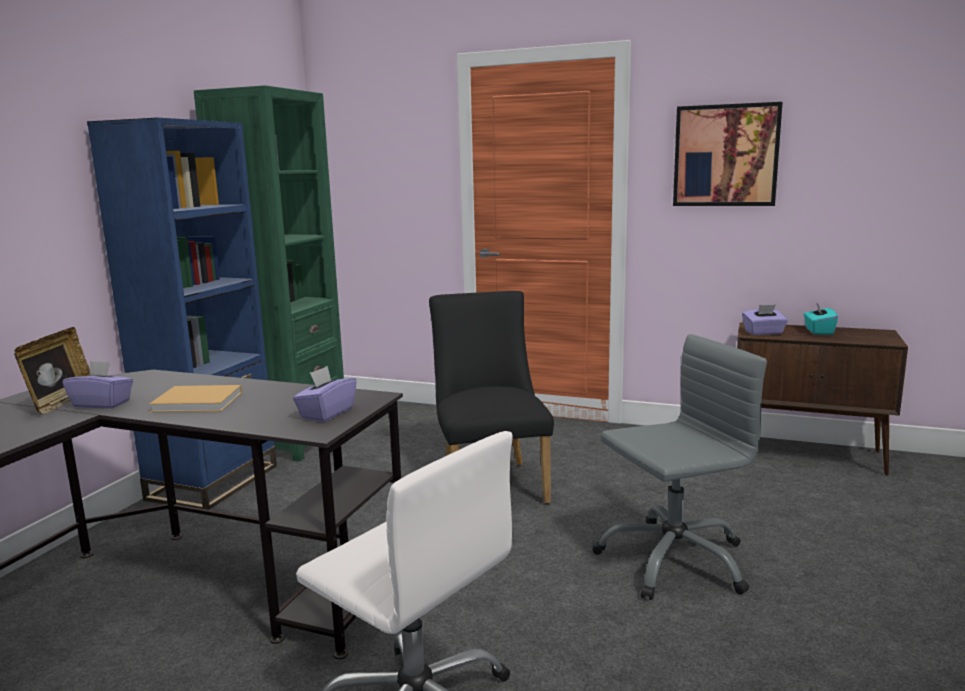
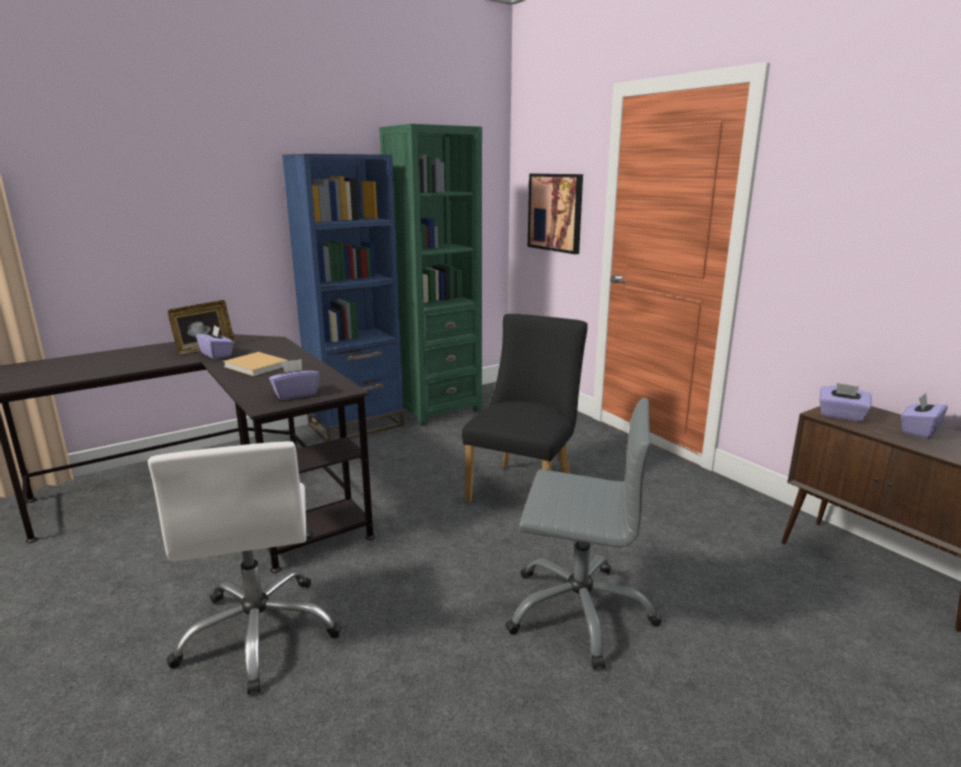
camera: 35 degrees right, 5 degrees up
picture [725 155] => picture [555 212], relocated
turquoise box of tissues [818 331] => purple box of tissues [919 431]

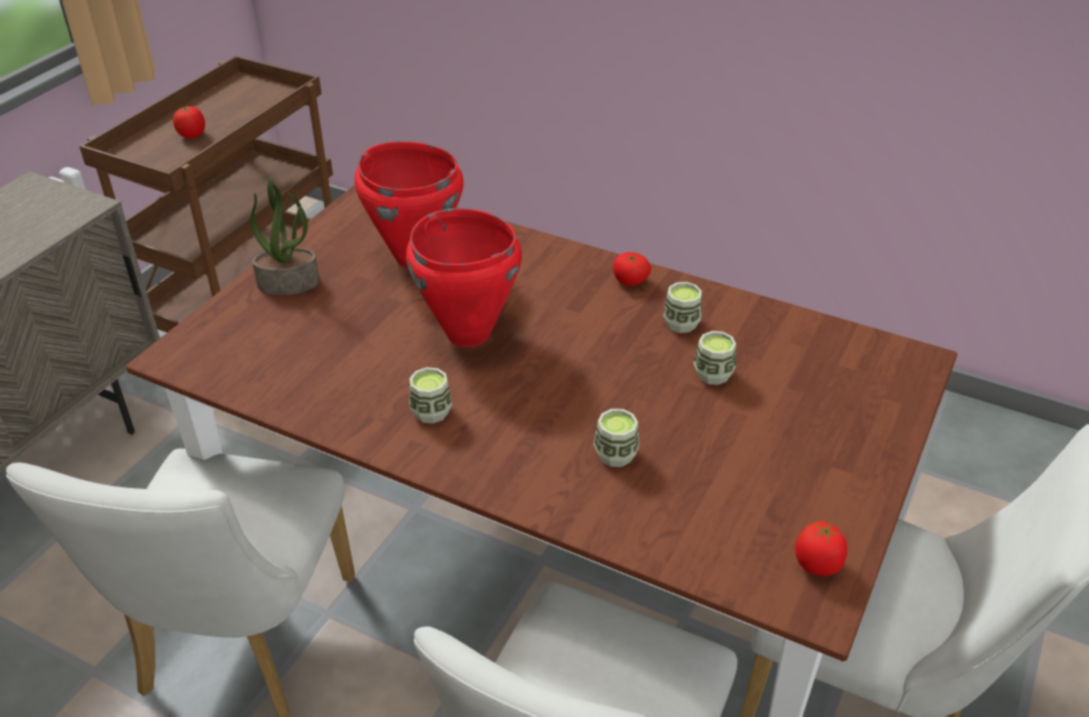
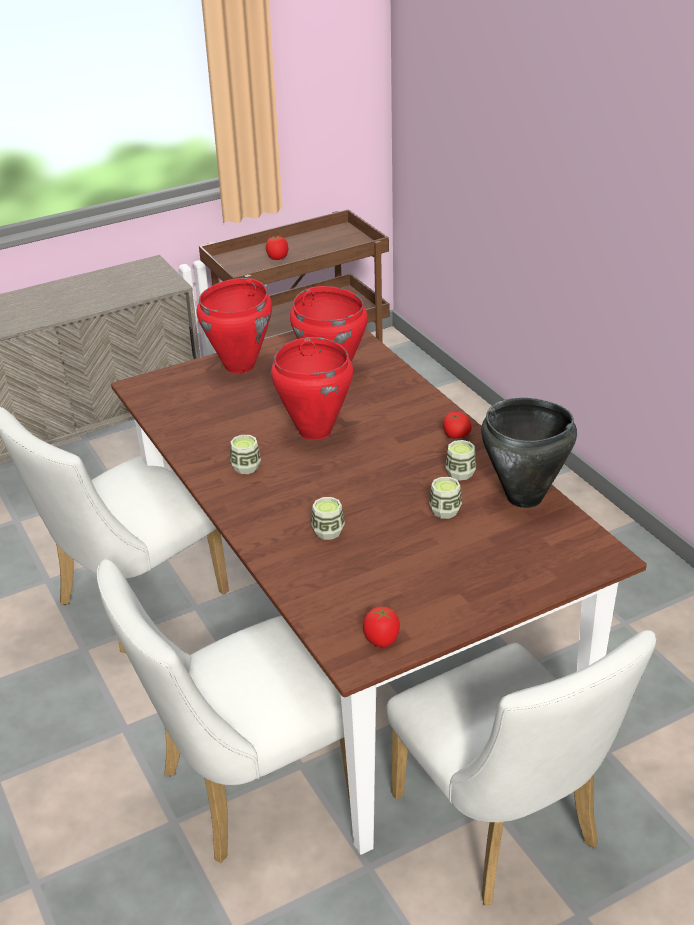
camera: 35 degrees right, 5 degrees down
potted plant [289 282] => red-coloured saucepot [240 366]
nothing => black saucepot [525 498]

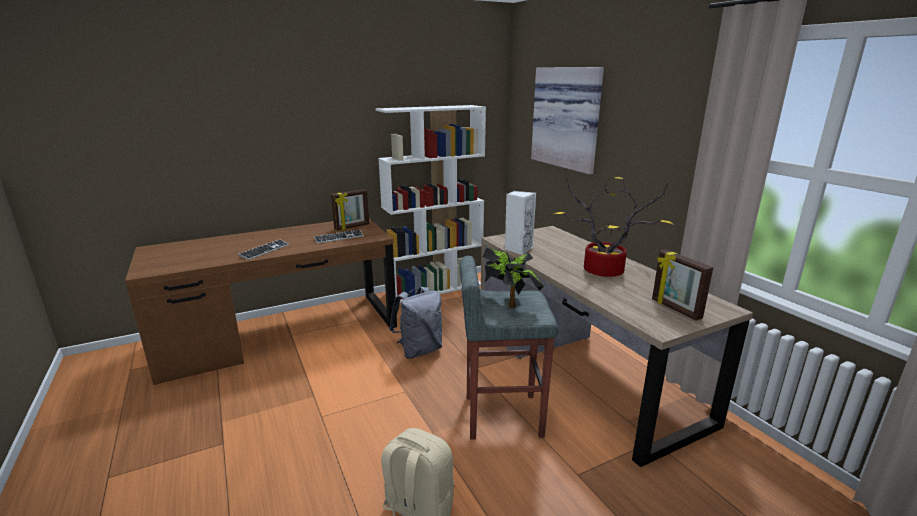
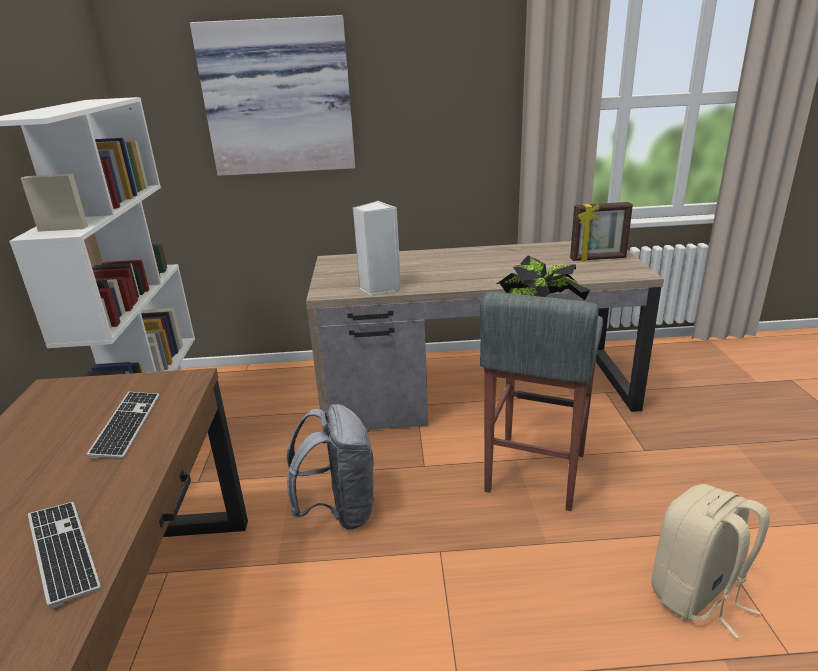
camera: 65 degrees left, 5 degrees up
potted plant [601 272] => nothing
standing frame [352 227] => nothing

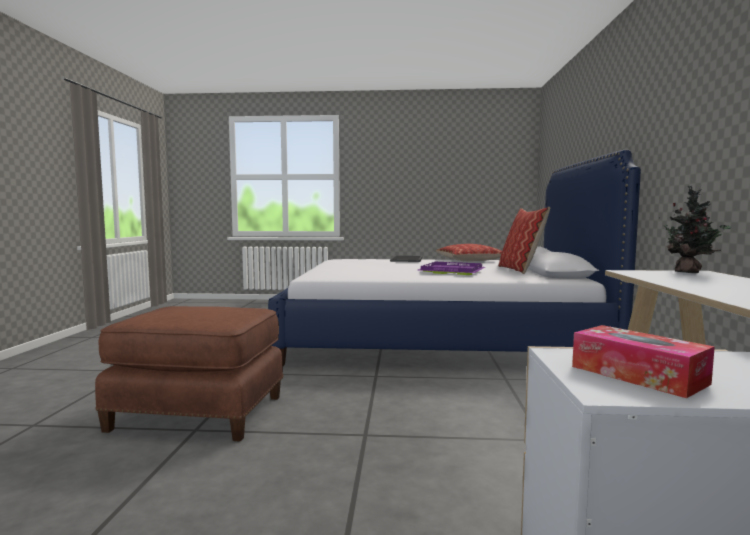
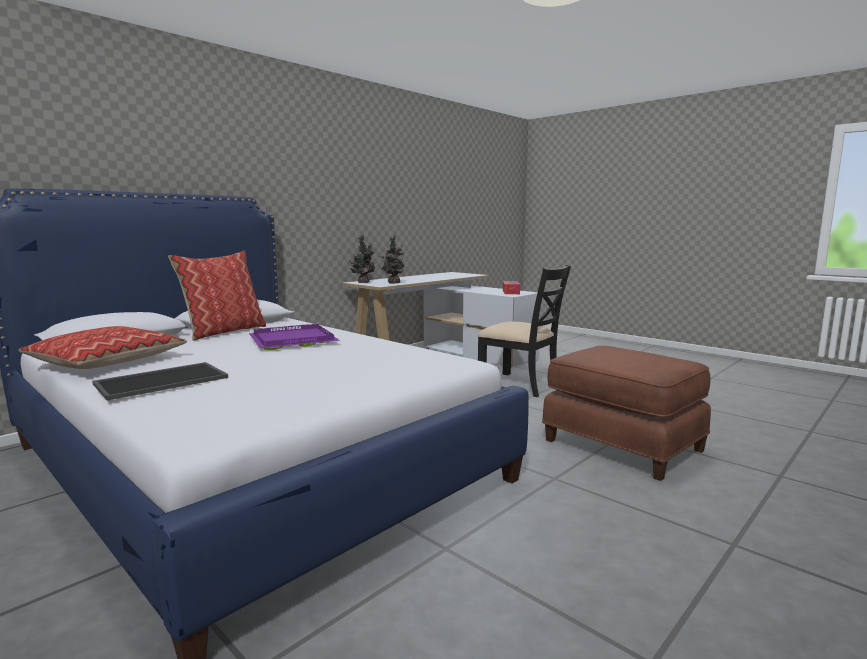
camera: 140 degrees left, 5 degrees up
nothing => potted plant [392 283]
nothing => black chair [520 384]

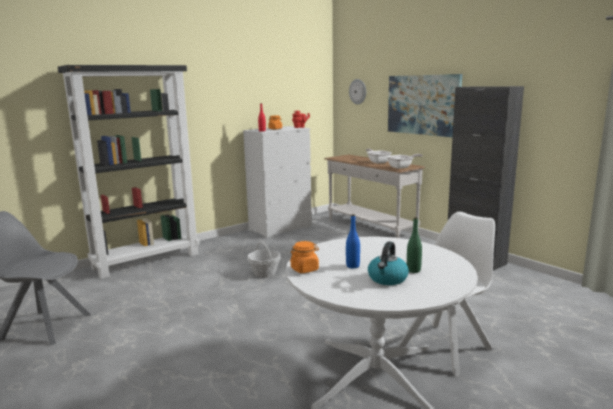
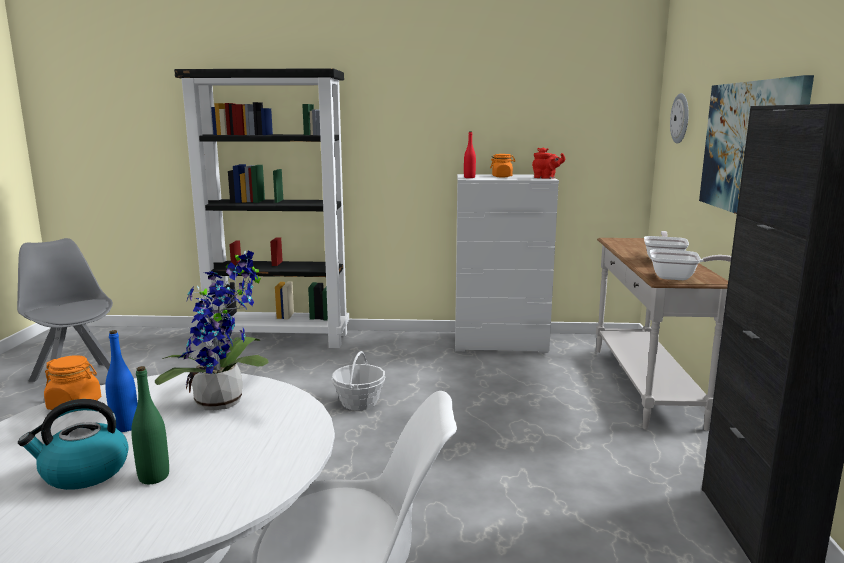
camera: 40 degrees right, 0 degrees up
nothing => potted plant [225 403]

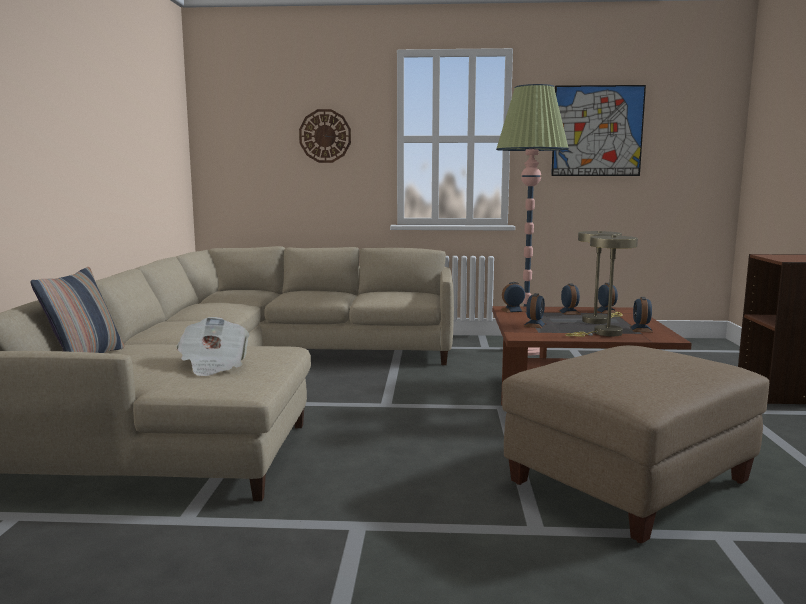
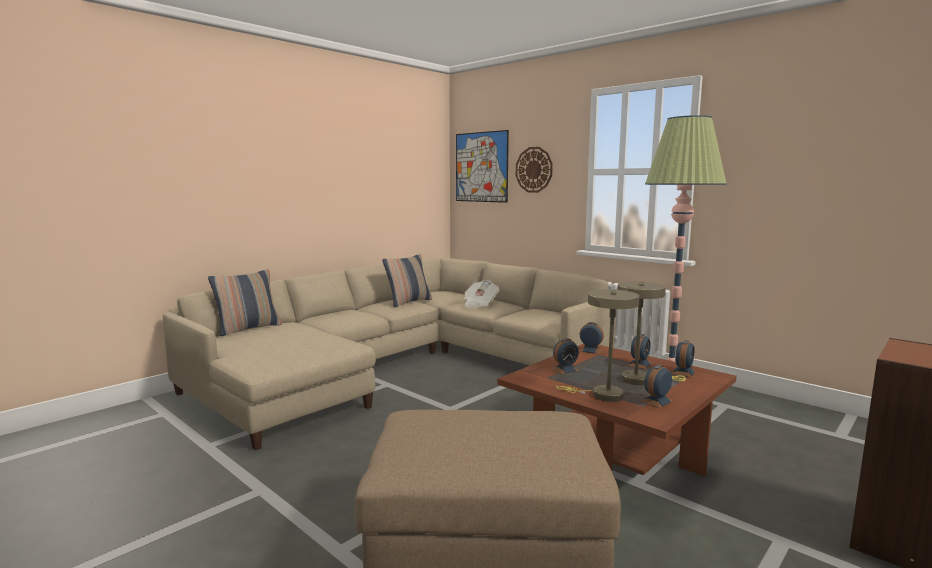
camera: 40 degrees right, 0 degrees up
picture [597 131] => picture [481 167], relocated
daily paper [214 365] => daily paper [479 304], relocated
nothing => throw pillow [408 302]

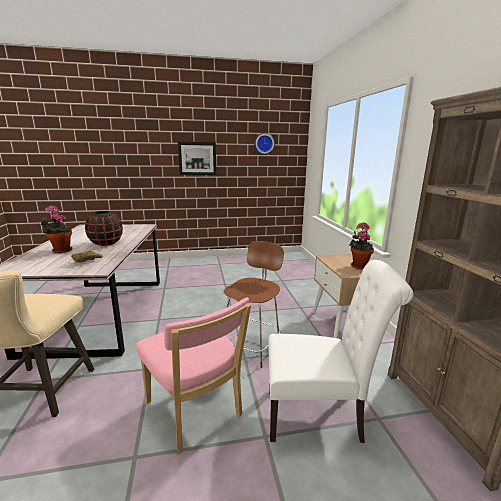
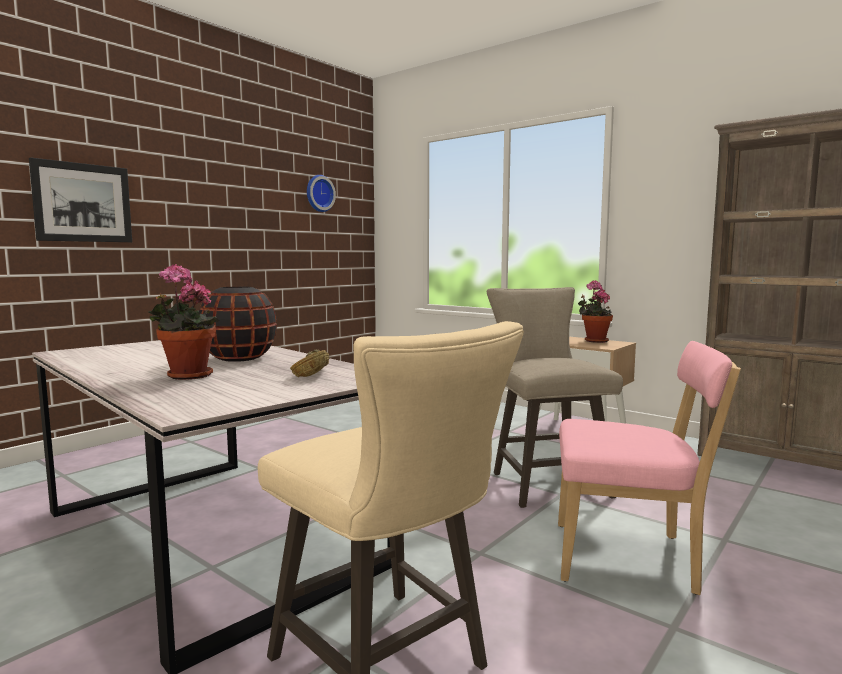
camera: 40 degrees left, 10 degrees down
picture [197 158] => picture [83 202], relocated
brown-coloured chair [252 347] => beige-coloured stool seat [545 482]
white chair [319 416] => nothing

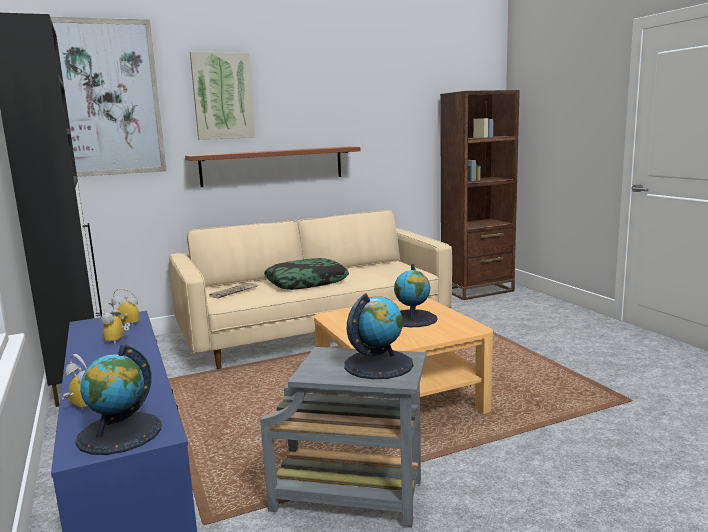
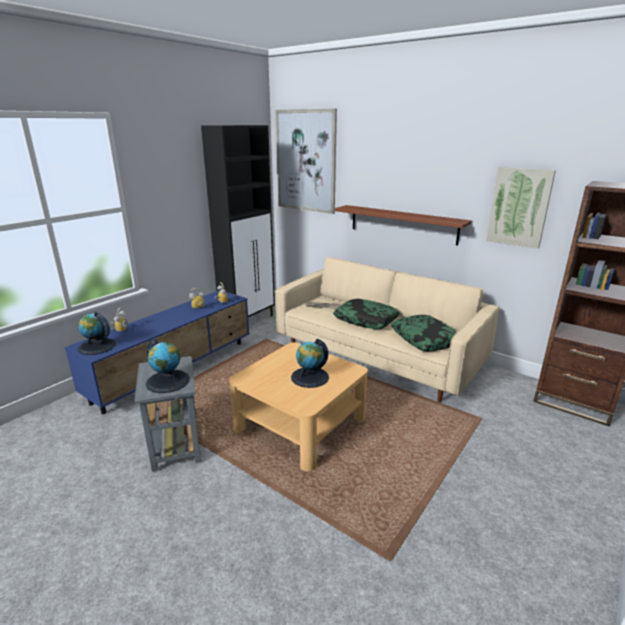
camera: 60 degrees right, 10 degrees up
picture [223 96] => picture [519 207], relocated
nothing => throw pillow [425 339]

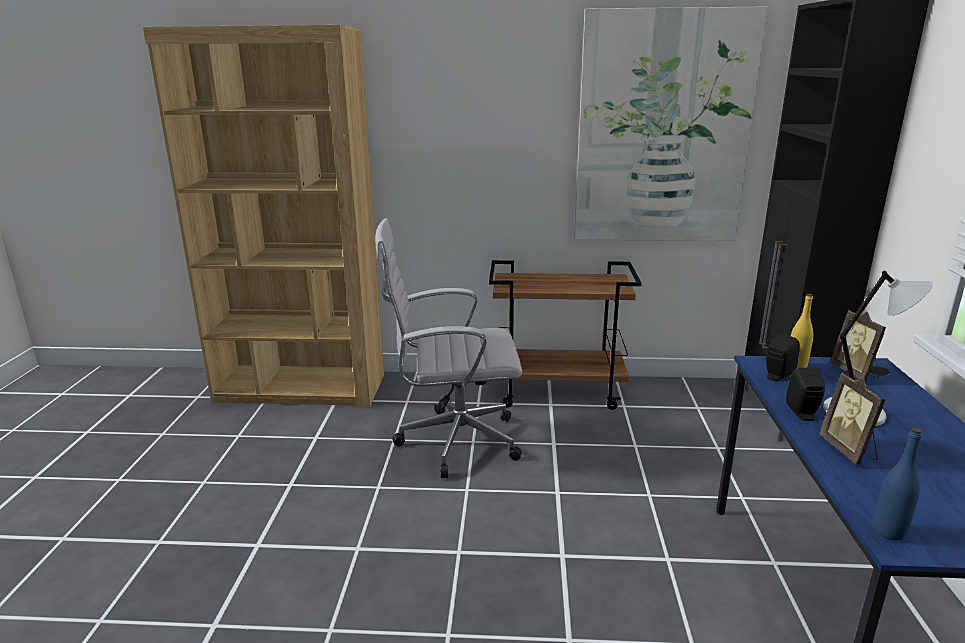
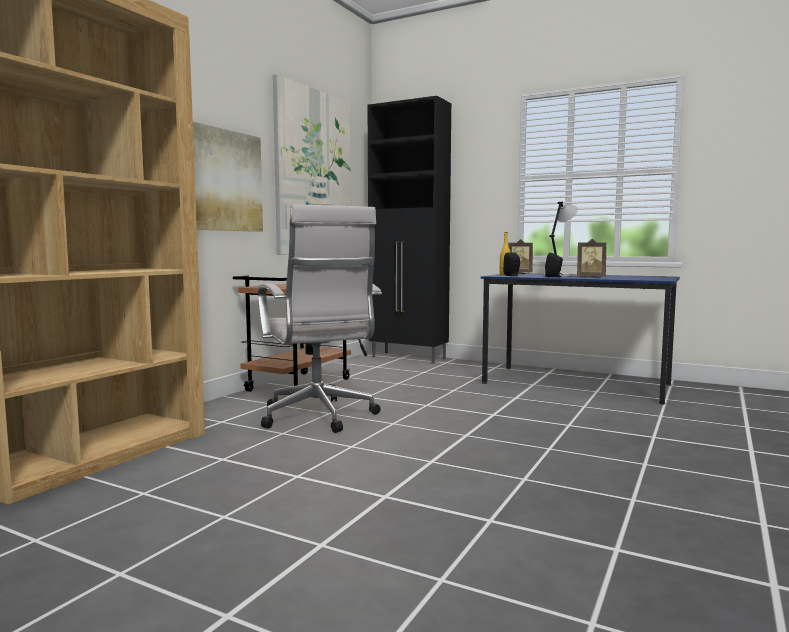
camera: 65 degrees left, 15 degrees down
white desk chair [453 441] => white desk chair [319 417], 45 degrees counterclockwise
blue beverage bottle [889 532] => nothing
nothing => picture [223 180]

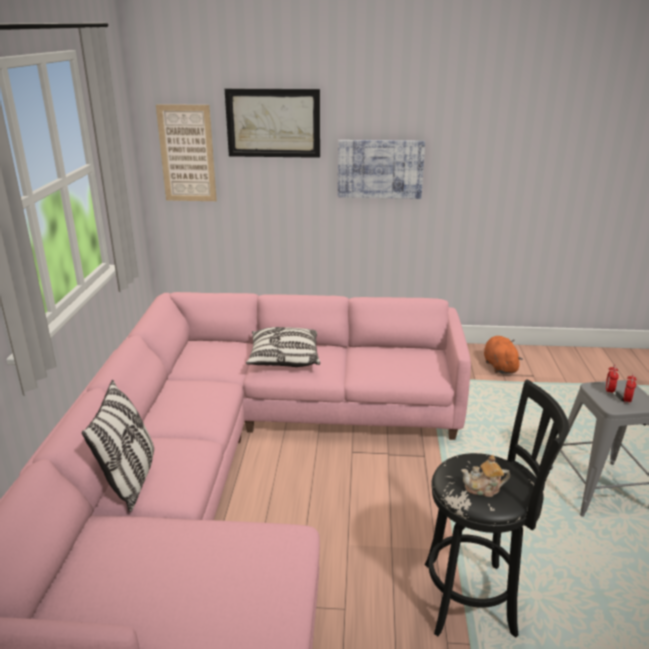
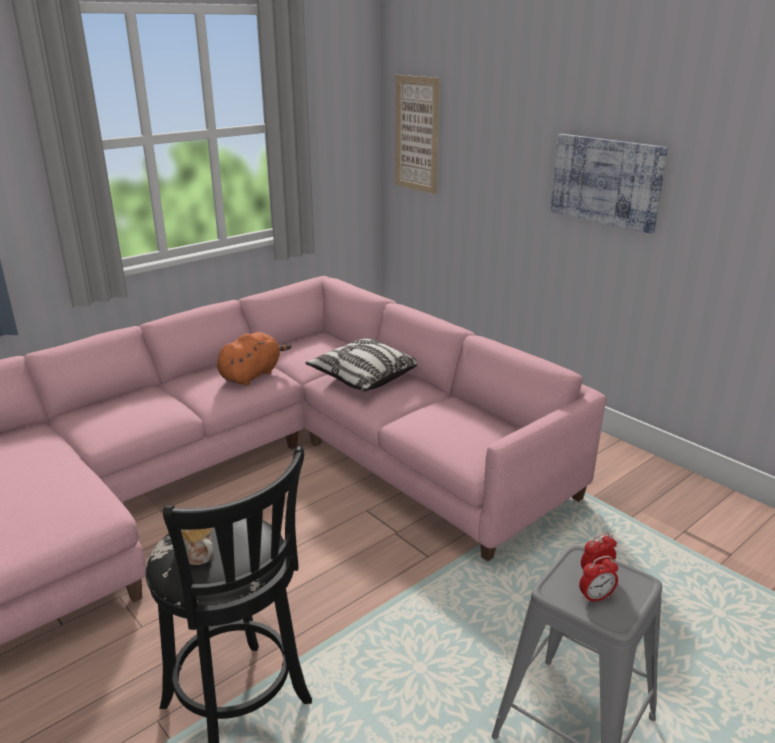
camera: 45 degrees right, 0 degrees up
picture [273 123] => nothing
orange-coloured soft toy [499 366] => orange-coloured soft toy [252 375], relocated
throw pillow [130 479] => nothing

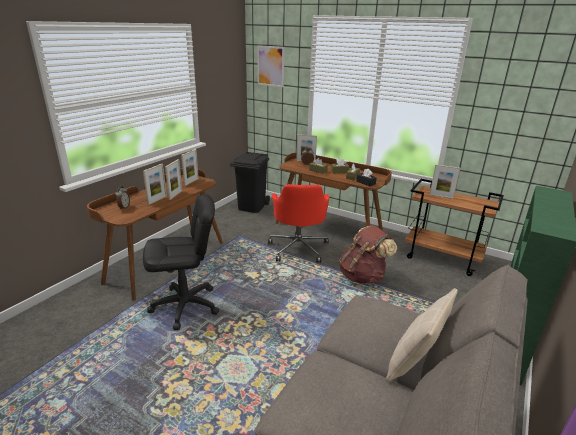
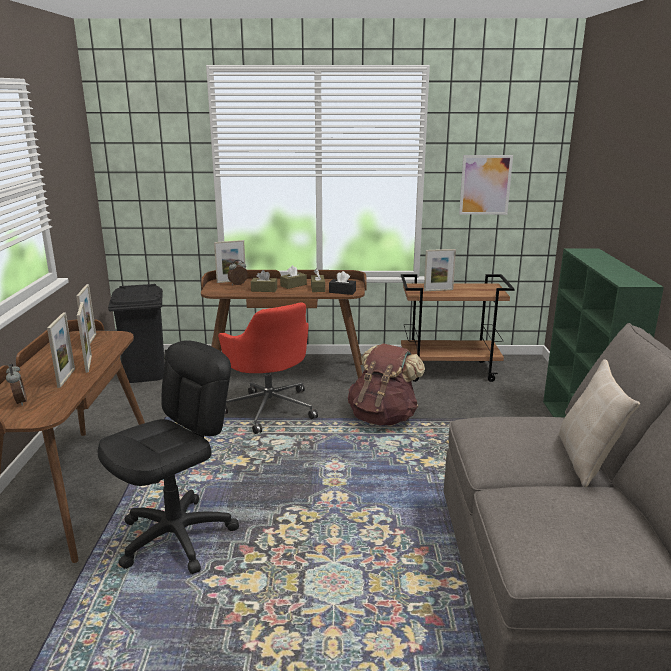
camera: 30 degrees left, 5 degrees down
picture [270 66] => picture [485 185], relocated

